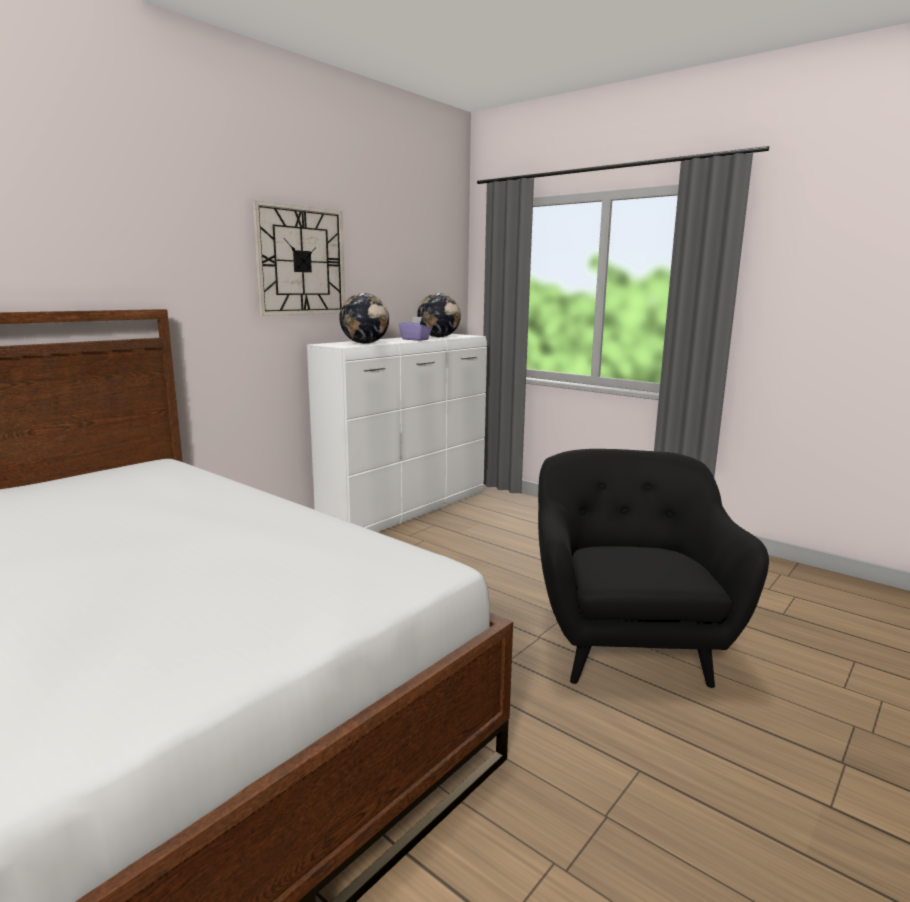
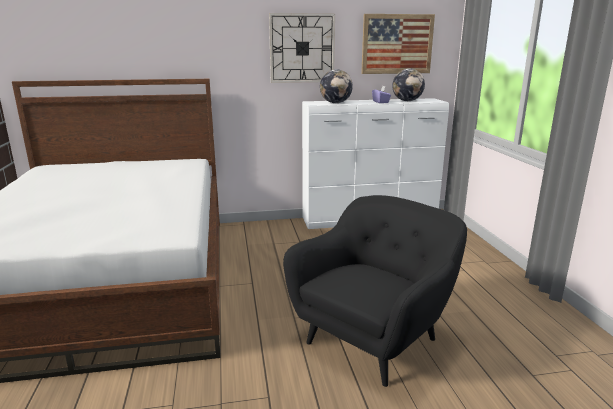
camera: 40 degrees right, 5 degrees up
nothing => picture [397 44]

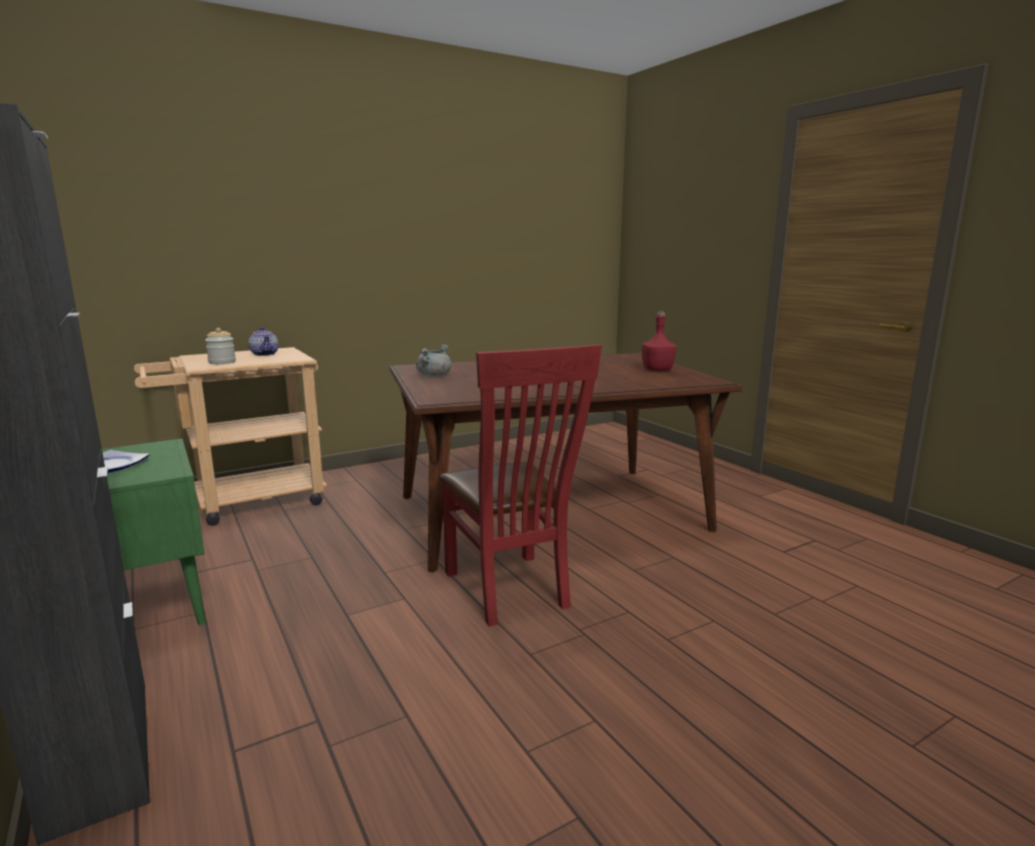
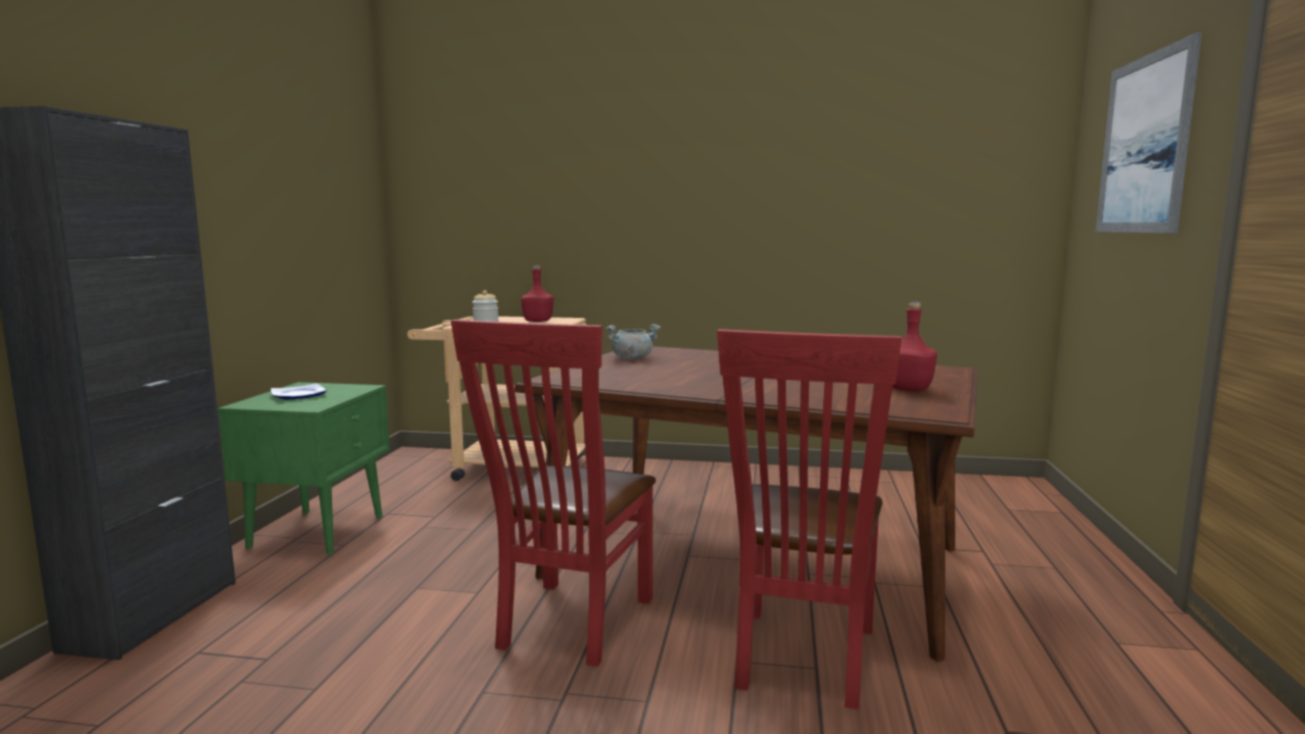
camera: 40 degrees right, 5 degrees down
teapot [265 354] => red-coloured beverage bottle [538 321]
nothing => picture [1144 145]
nothing => red-coloured chair [801 661]

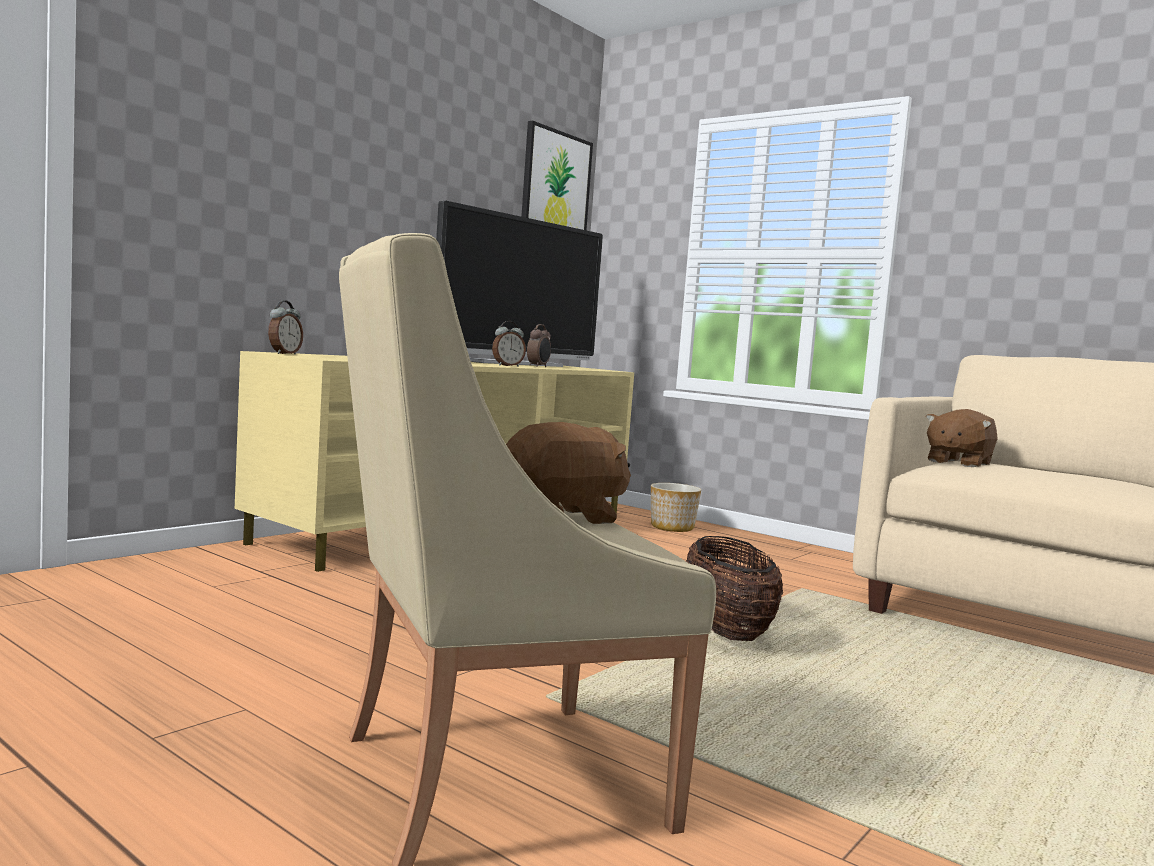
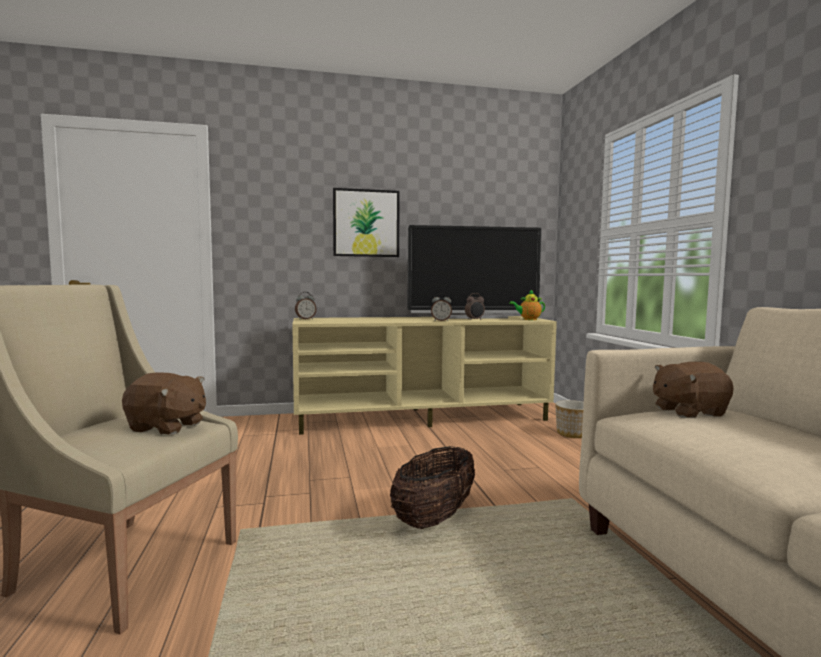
camera: 40 degrees right, 0 degrees up
picture [555 181] => picture [366 223], relocated
nothing => teapot [528 319]

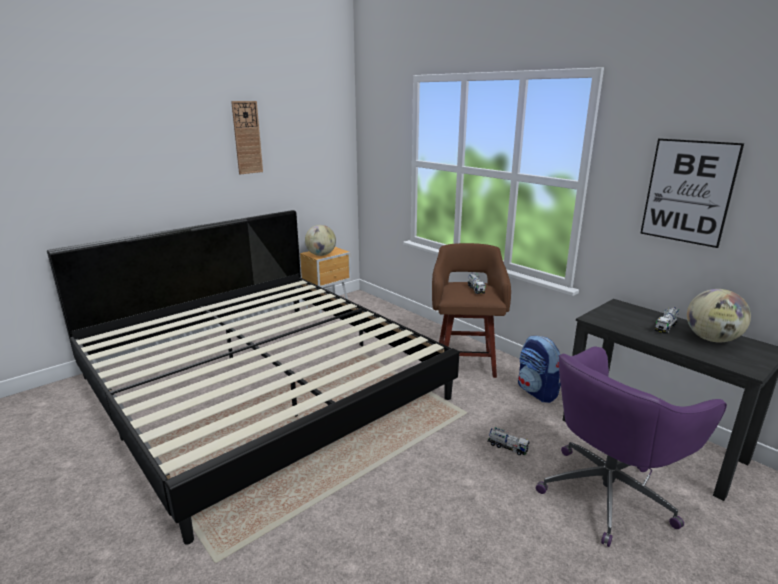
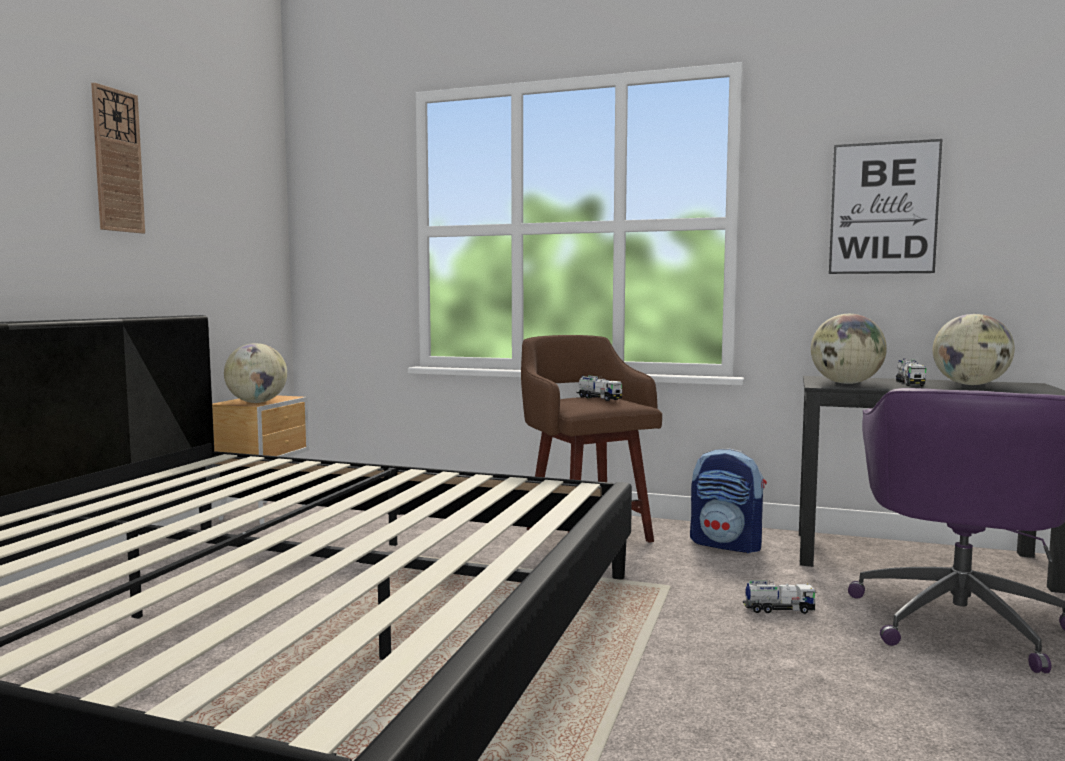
camera: 30 degrees left, 15 degrees down
nothing => world globe [846 383]

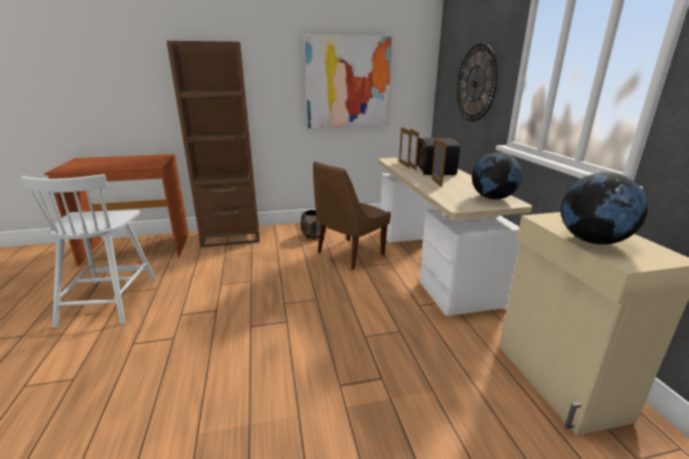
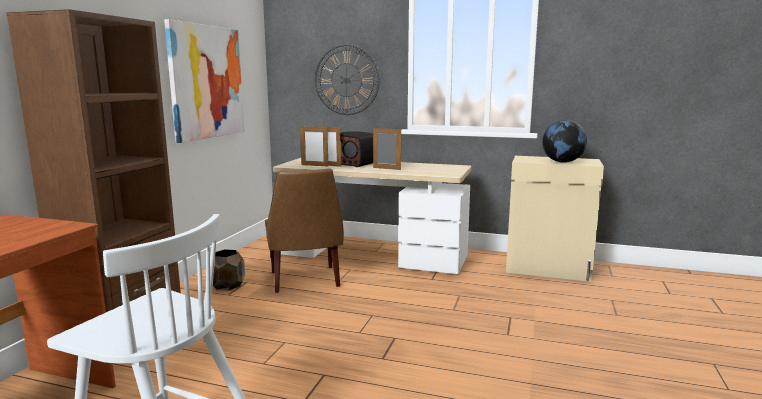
camera: 60 degrees left, 10 degrees down
world globe [492 198] => nothing

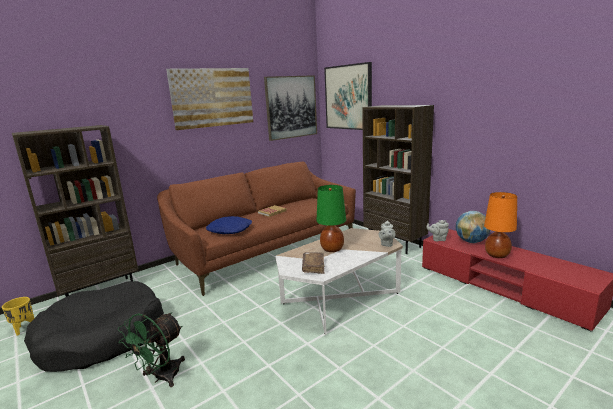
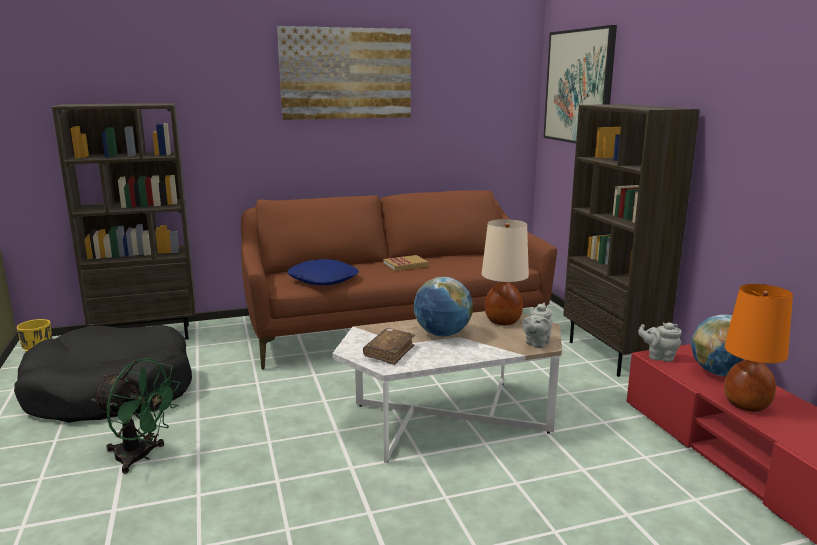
camera: 20 degrees right, 0 degrees up
picture [291 107] => nothing
green tabletop lamp [332 249] => world globe [442 334]
green fan [161 377] => green fan [140 457], 120 degrees counterclockwise
nothing => beige-coloured tabletop lamp [503 321]

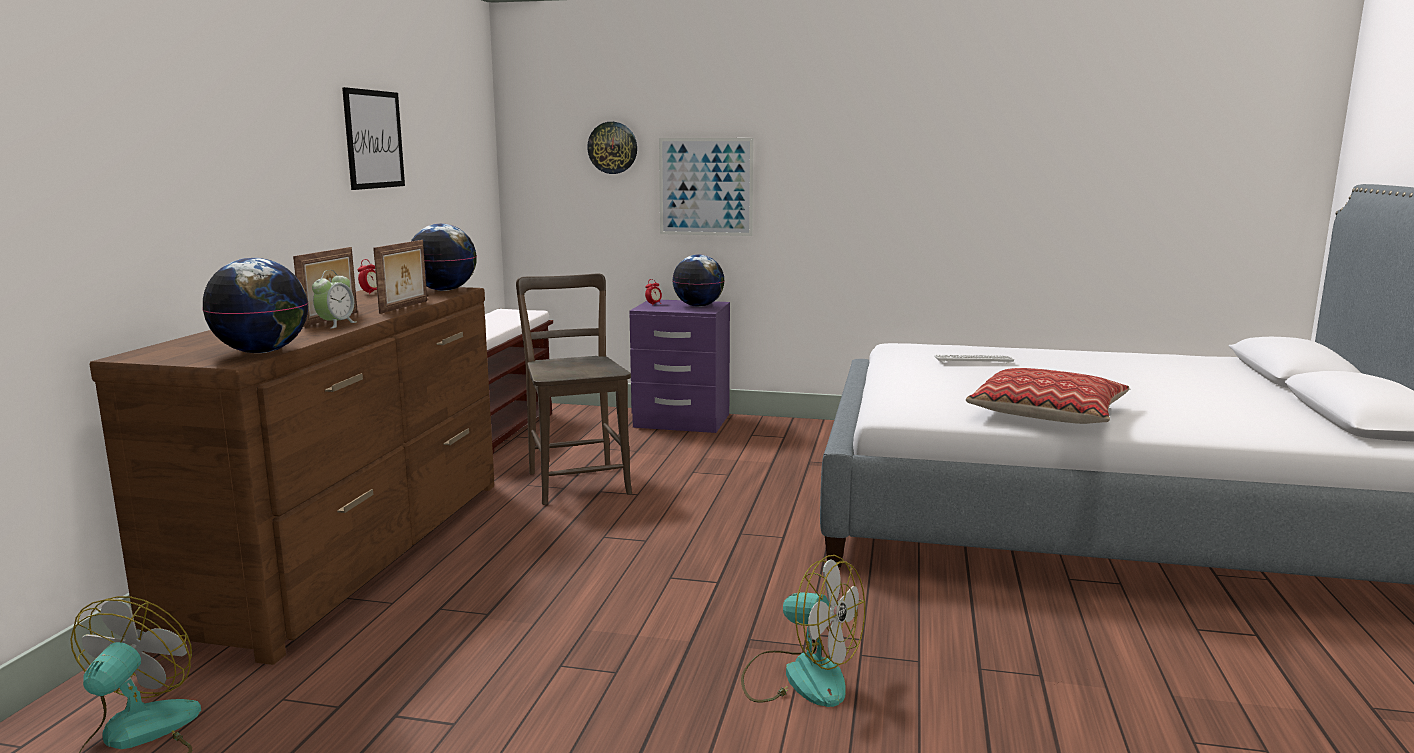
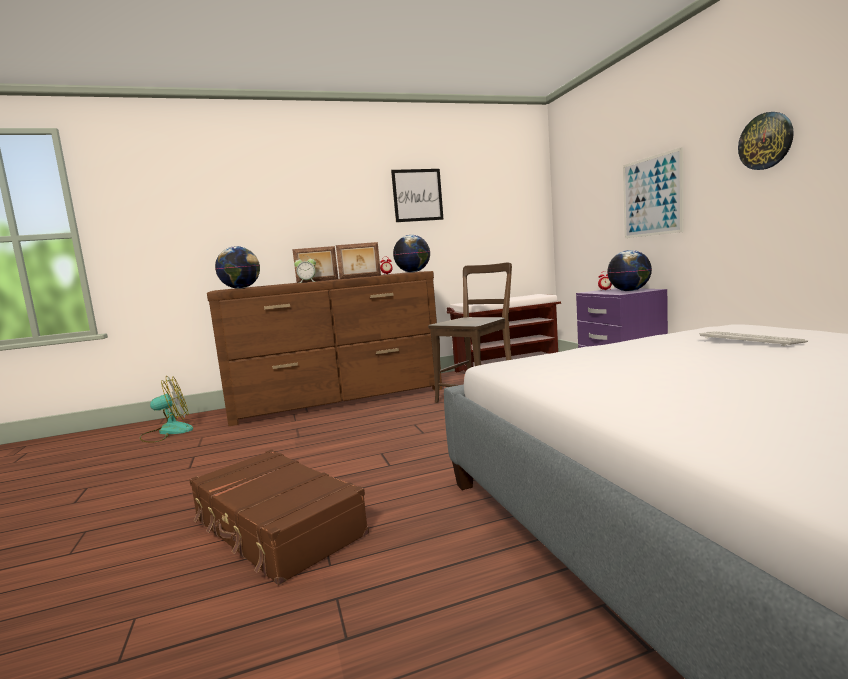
camera: 60 degrees right, 5 degrees down
wall clock [612 147] => wall clock [765 141], relocated
throw pillow [1047 413] => nothing
fan [800 677] => brown-coloured suitcase [276 528]

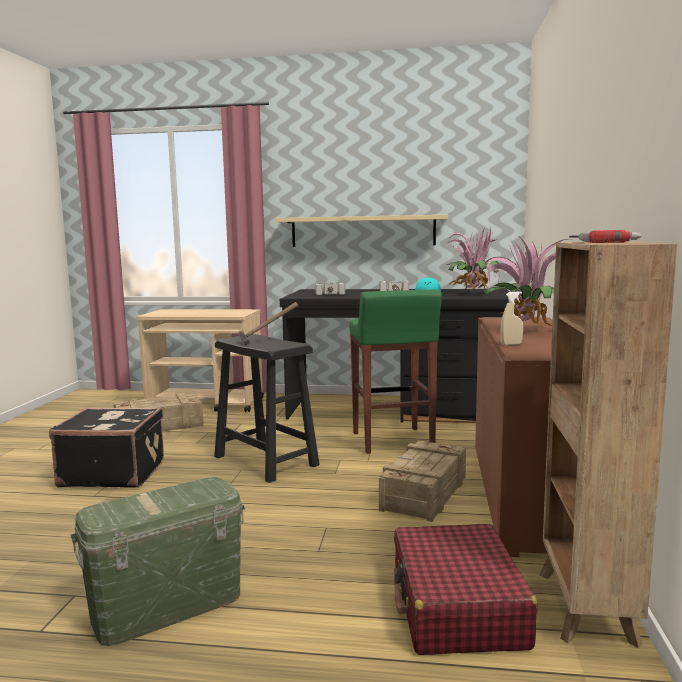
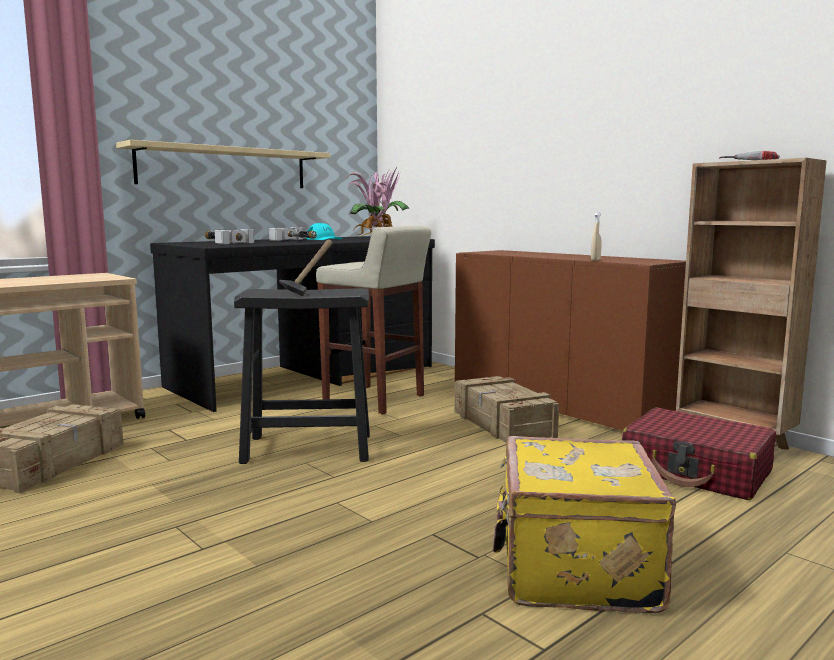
camera: 50 degrees left, 0 degrees up
potted plant [524 331] => nothing
green stool seat [392 441] => beige-coloured stool seat [375 400]
black suitcase [113 473] => nothing
green storage bin [167 607] => yellow suitcase [573 568]

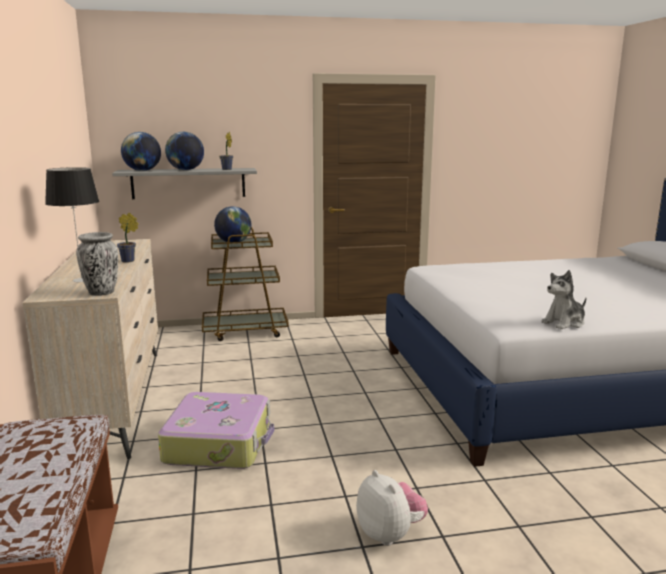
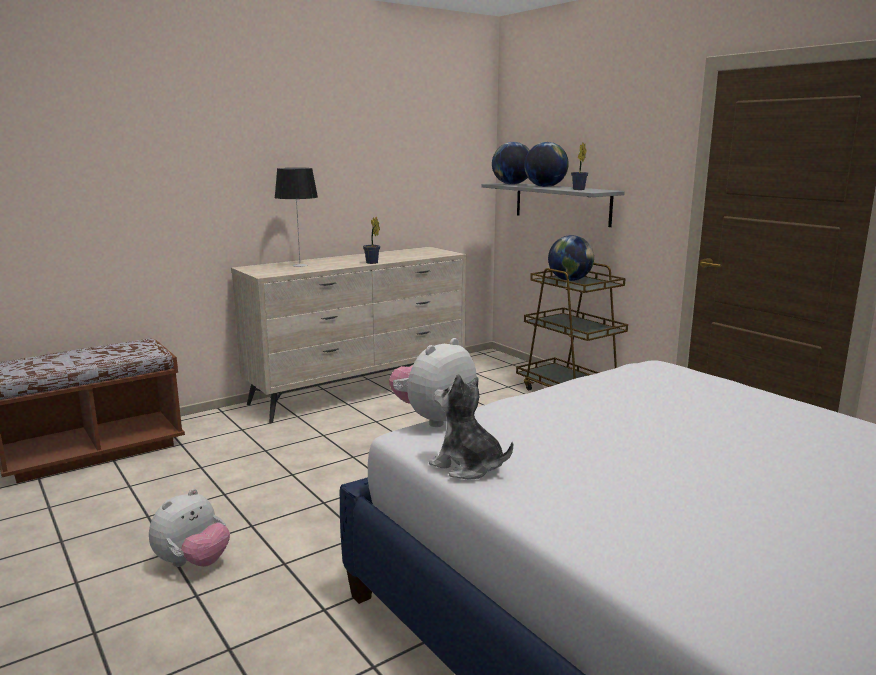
camera: 65 degrees right, 0 degrees up
vase [101 292] => nothing
suitcase [219 443] => nothing
nothing => soft toy [433 419]

